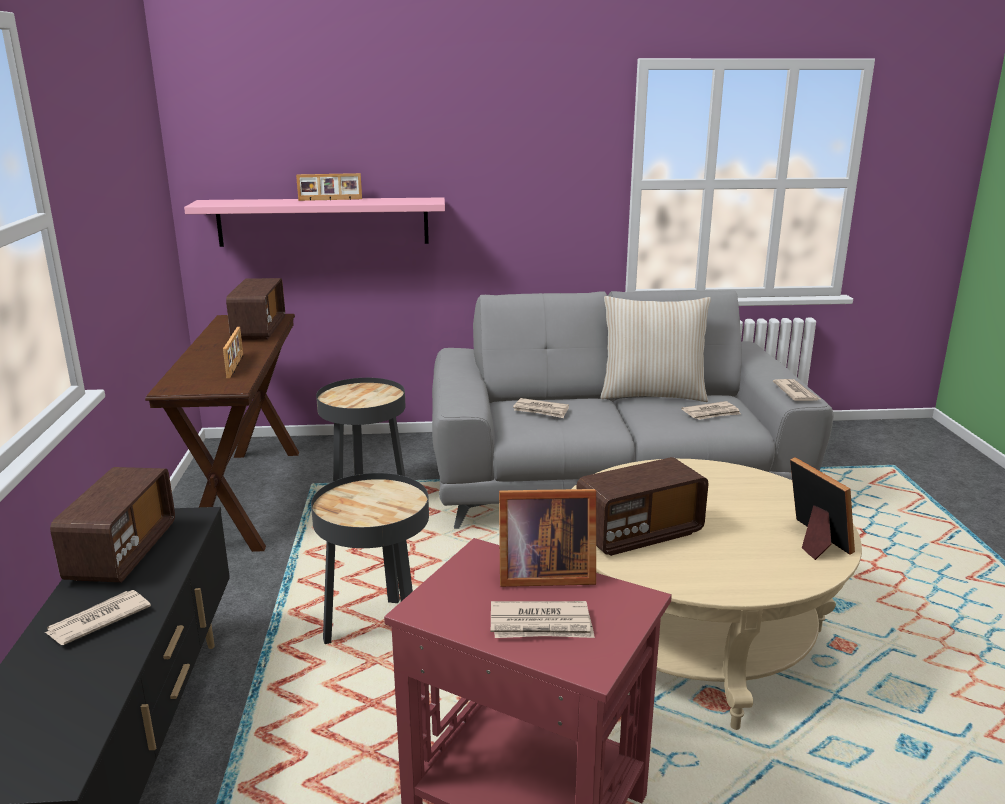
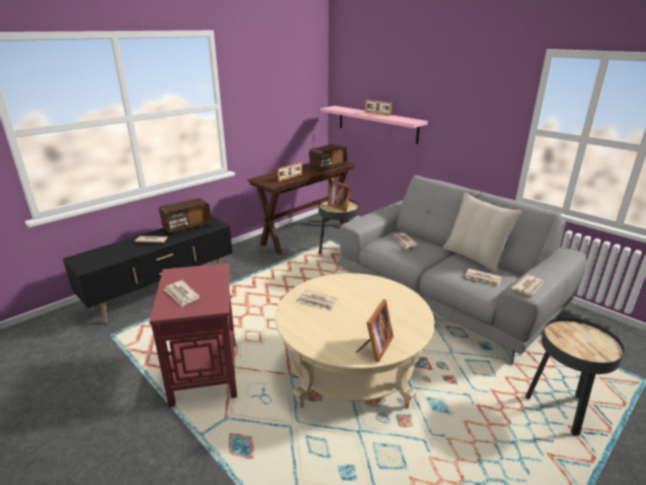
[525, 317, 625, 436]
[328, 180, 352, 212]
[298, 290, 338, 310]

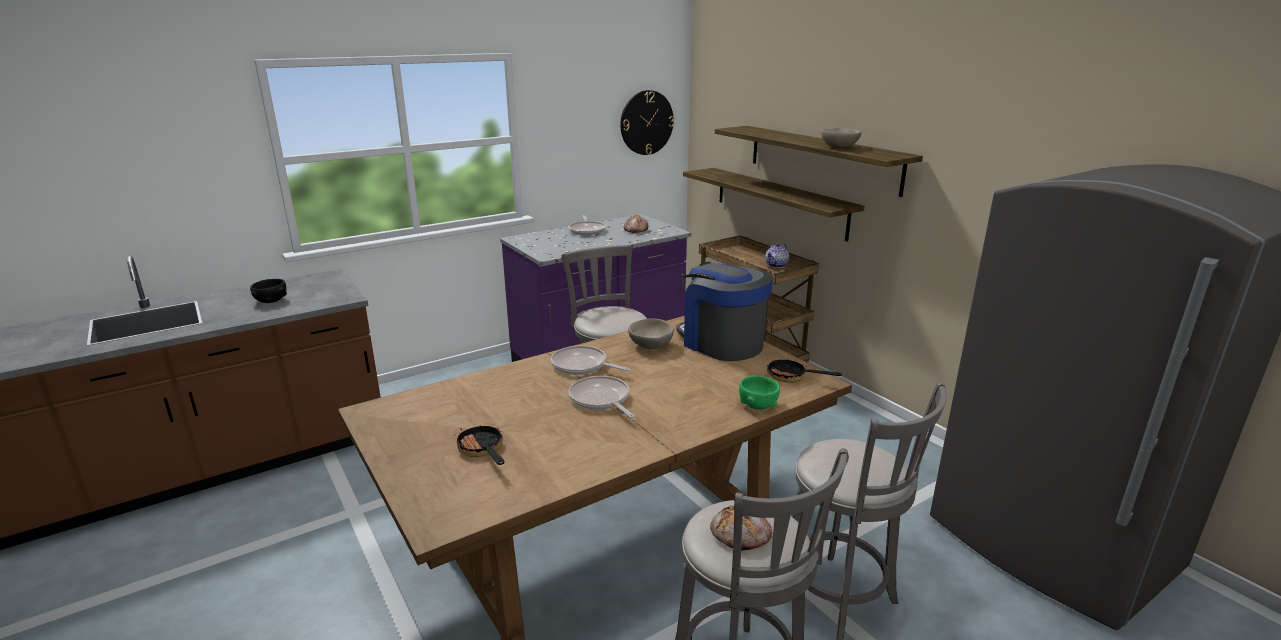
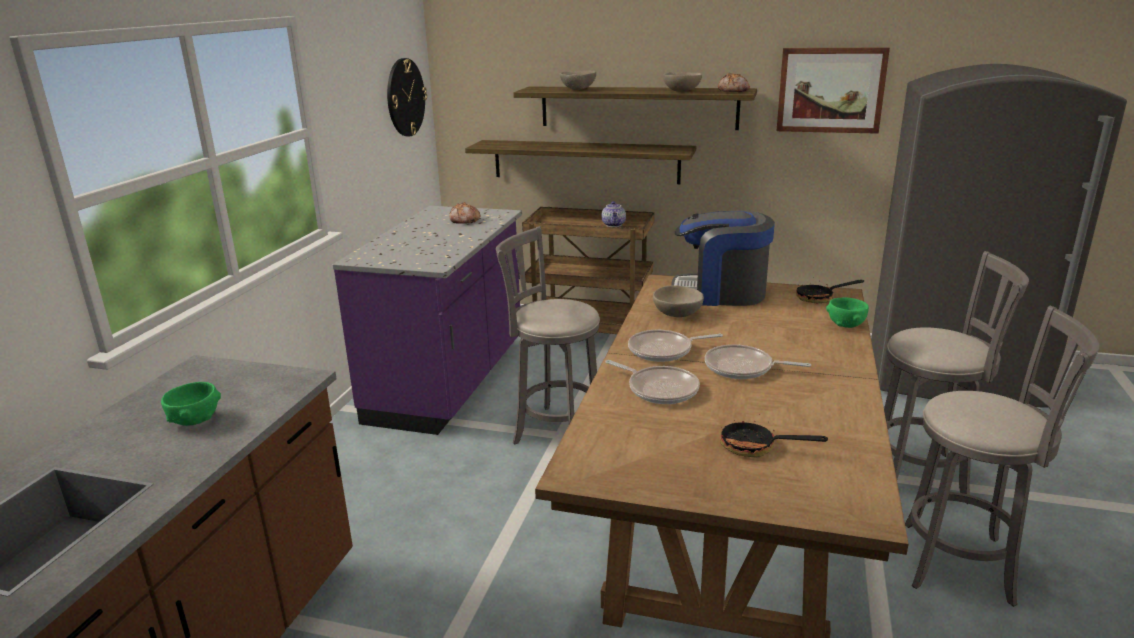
[161, 382, 221, 426]
[605, 360, 700, 404]
[718, 73, 750, 92]
[560, 70, 596, 90]
[777, 47, 890, 134]

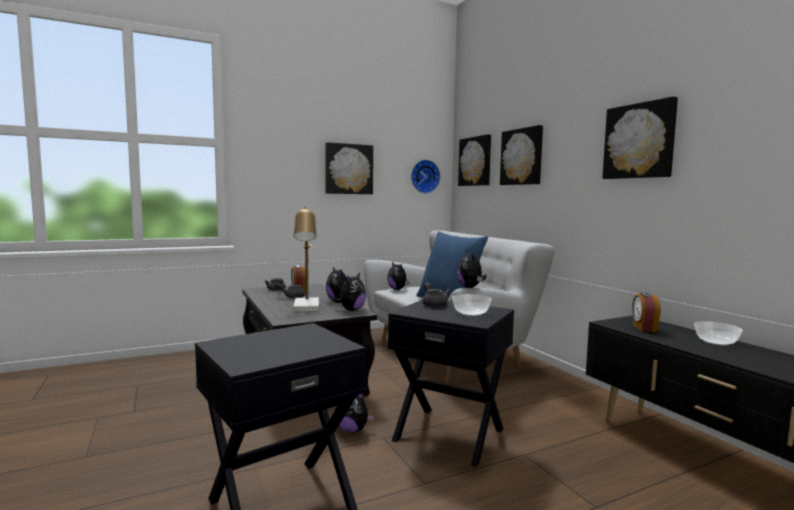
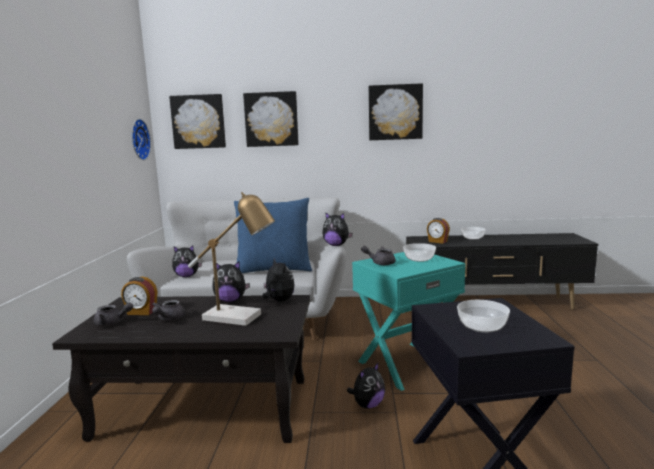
[325, 142, 373, 194] (first image)
[352, 252, 466, 391]
[457, 300, 510, 333]

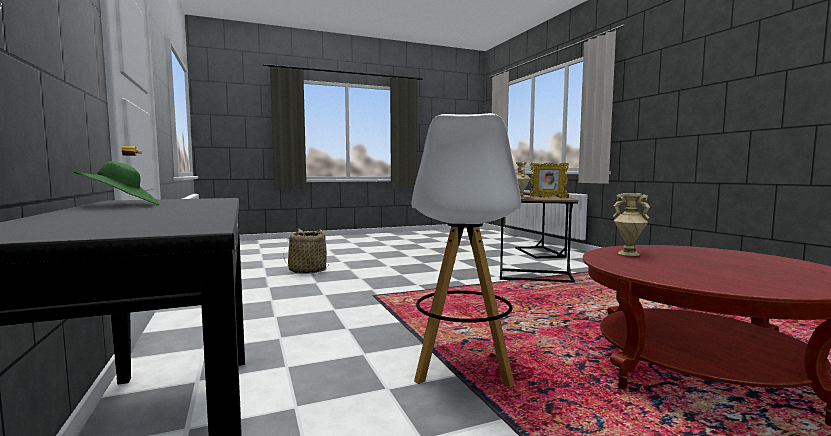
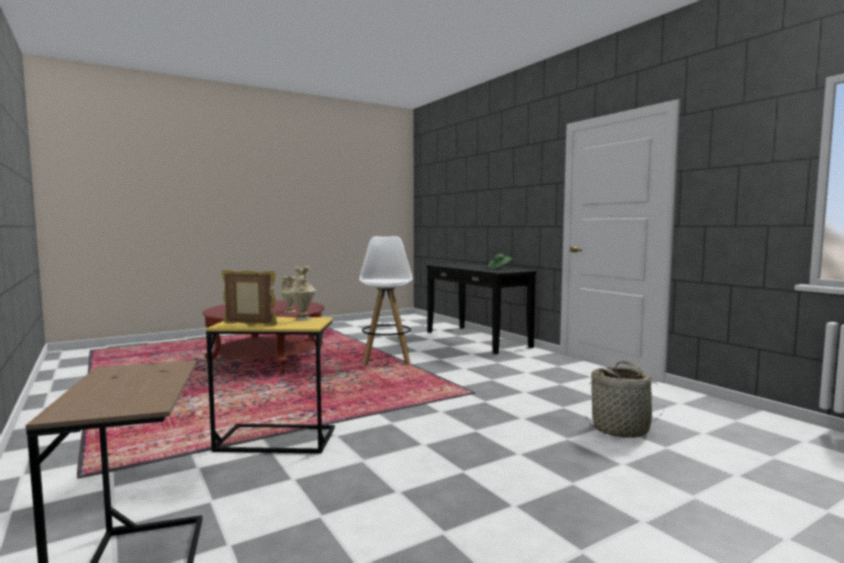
[206, 317, 335, 454]

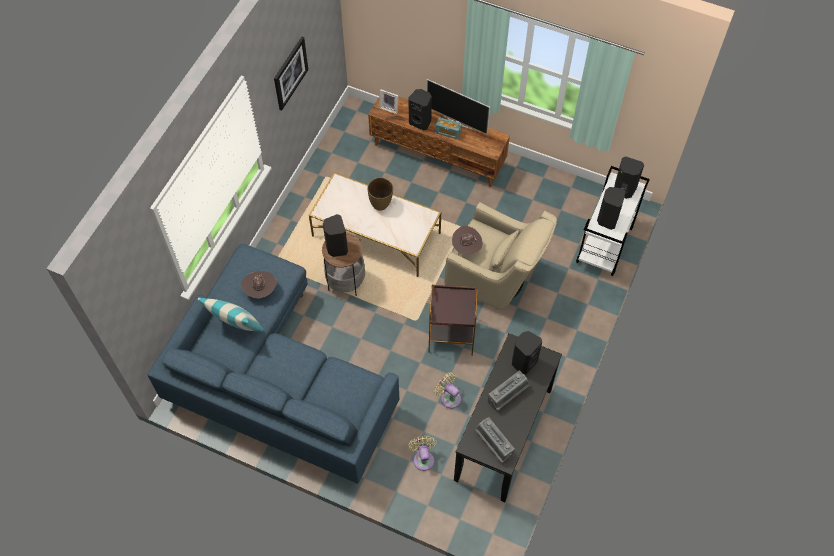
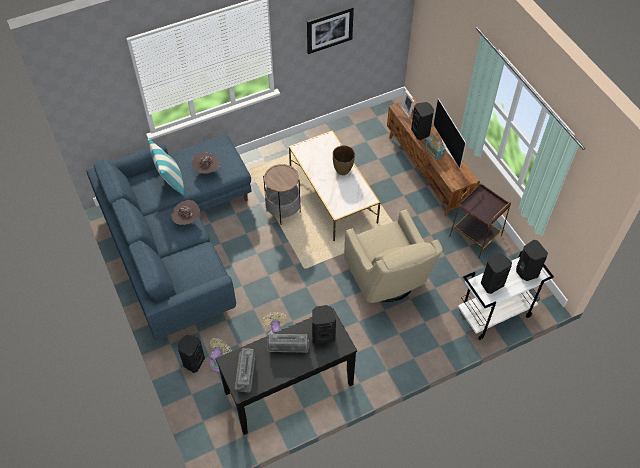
[178, 335, 205, 373]
[449, 181, 511, 258]
[171, 200, 199, 225]

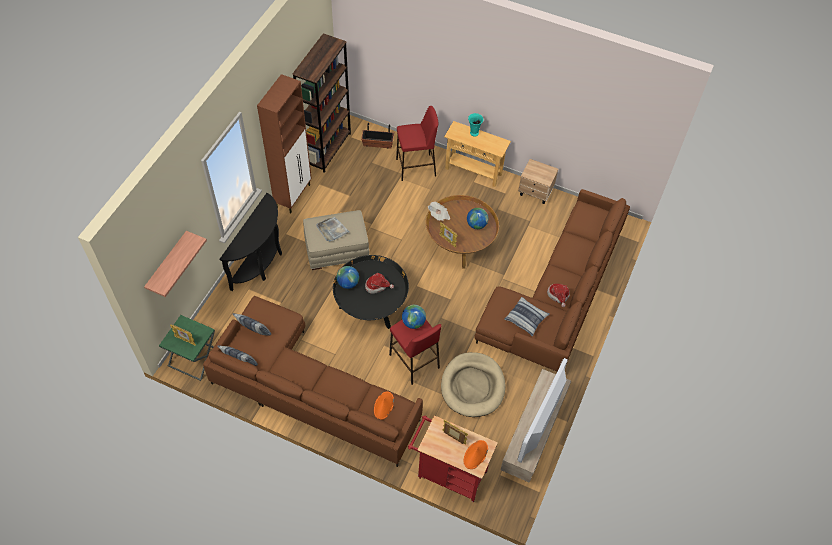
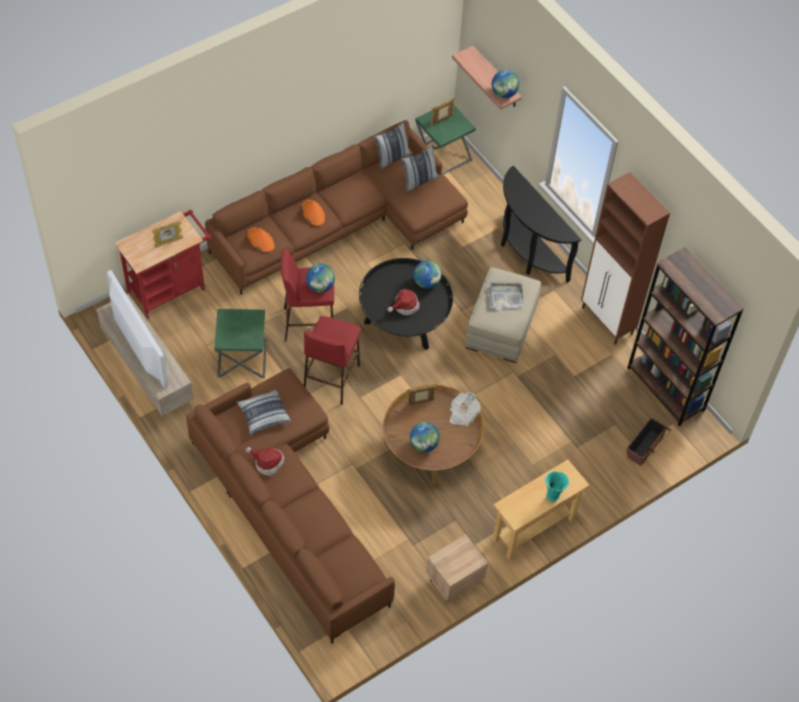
[304, 316, 361, 405]
[214, 309, 267, 378]
[302, 200, 325, 226]
[492, 70, 520, 98]

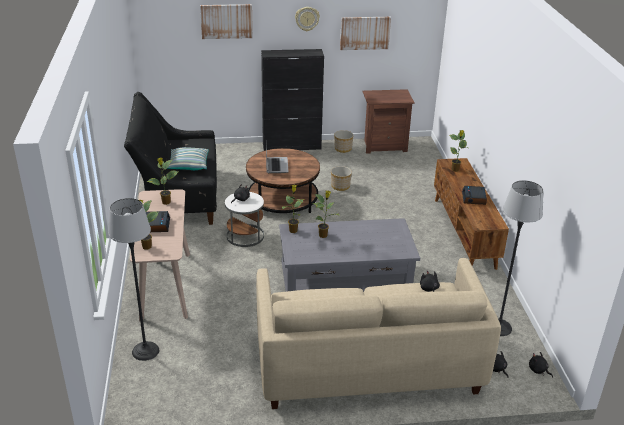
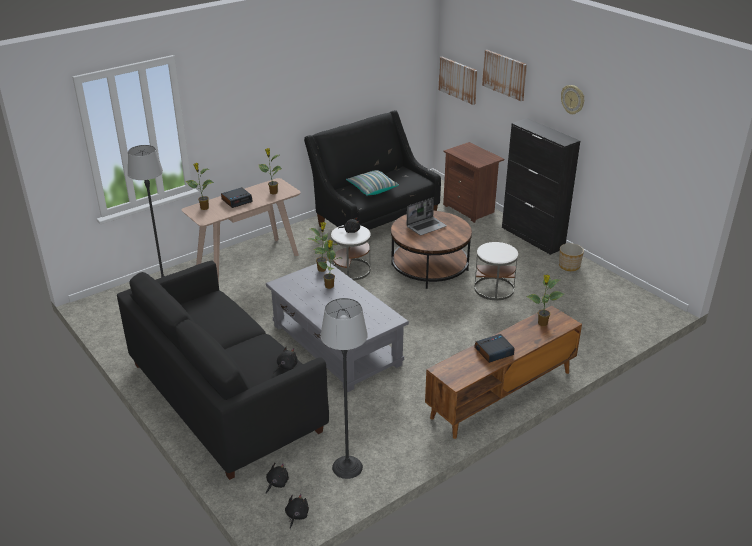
[117, 261, 329, 480]
[474, 242, 518, 300]
[439, 57, 478, 105]
[443, 142, 504, 223]

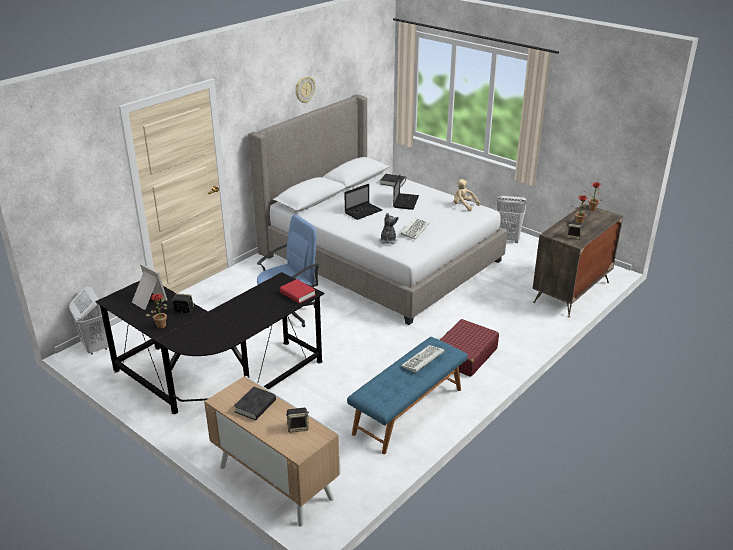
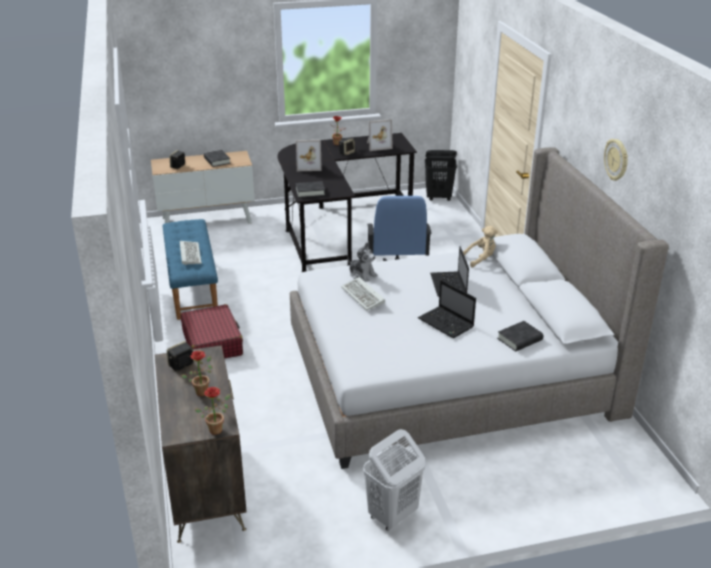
[425, 150, 457, 201]
[295, 181, 325, 198]
[463, 226, 498, 267]
[296, 140, 322, 171]

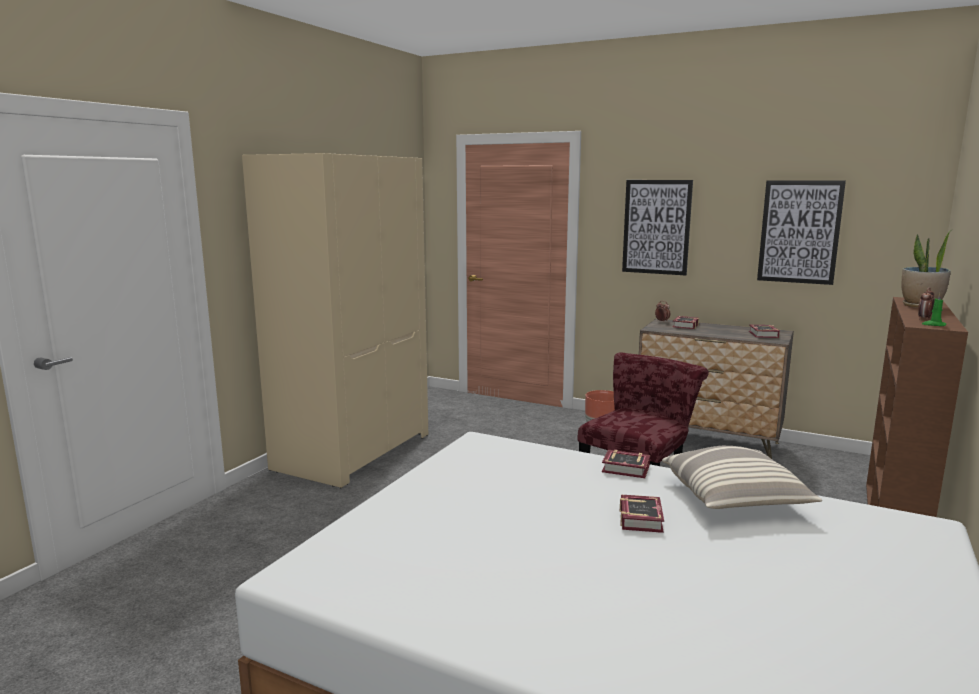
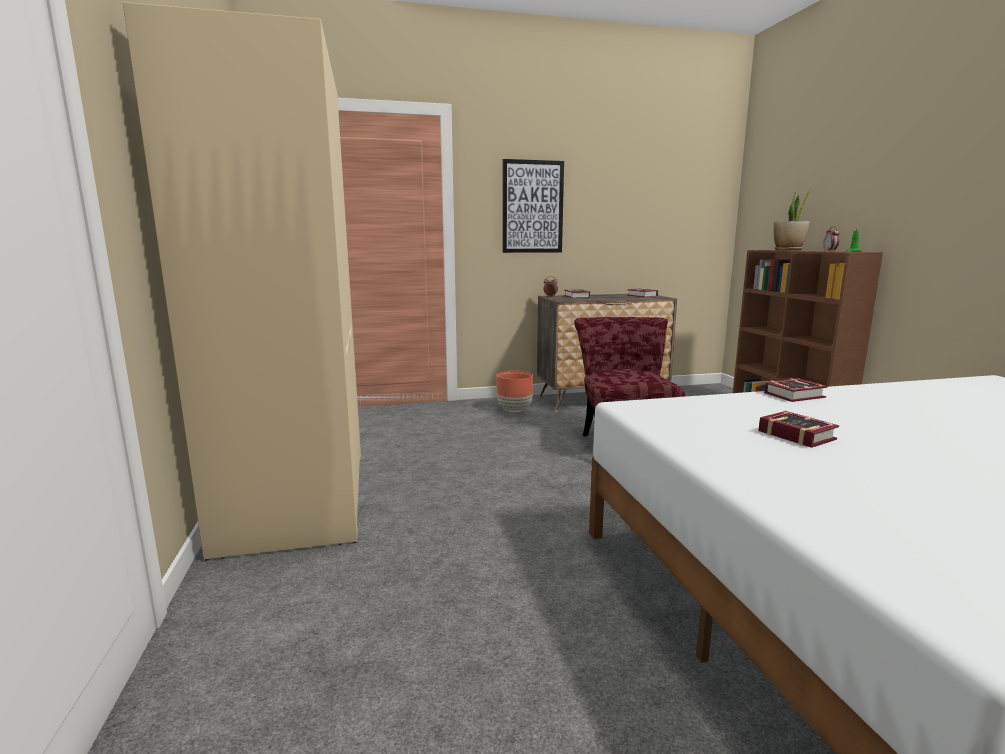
[758, 411, 839, 448]
[662, 446, 822, 509] (first image)
[757, 180, 846, 285] (first image)

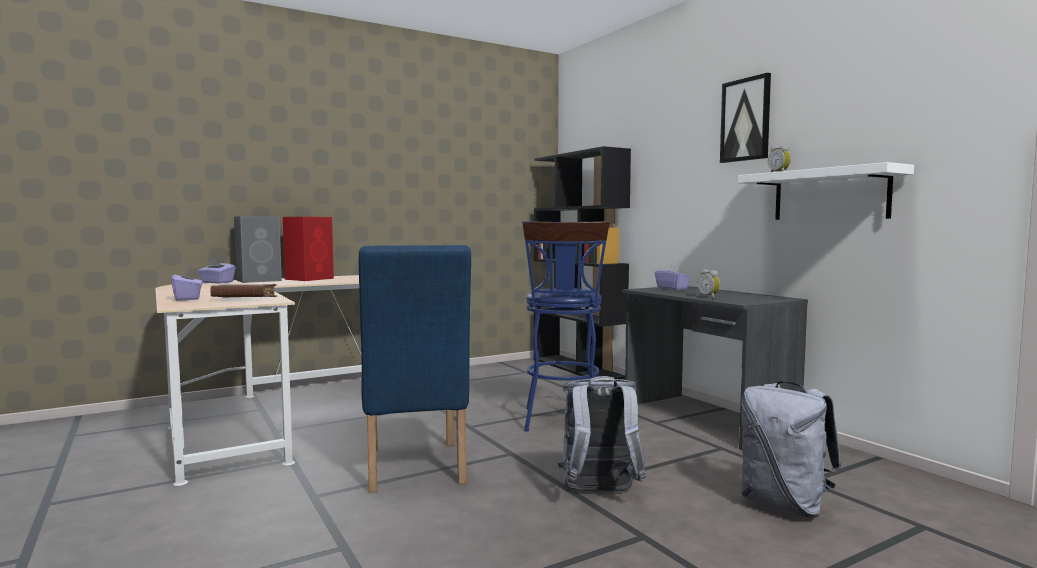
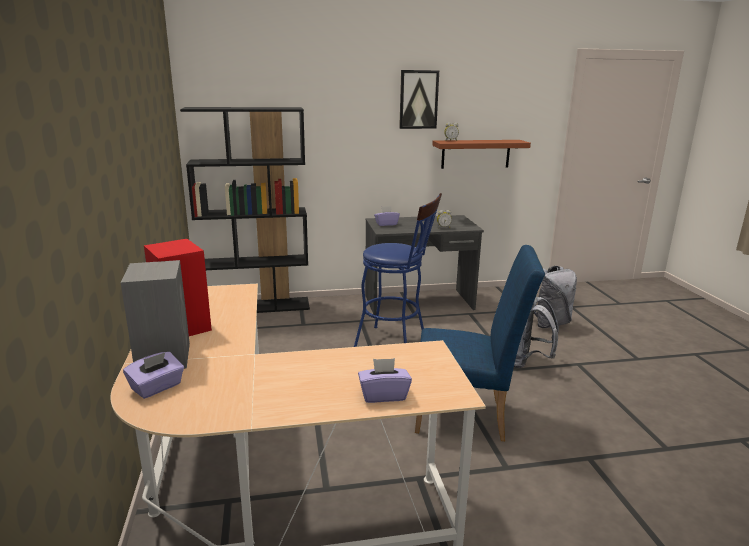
[210, 284, 277, 298] (first image)
[432, 140, 531, 169]

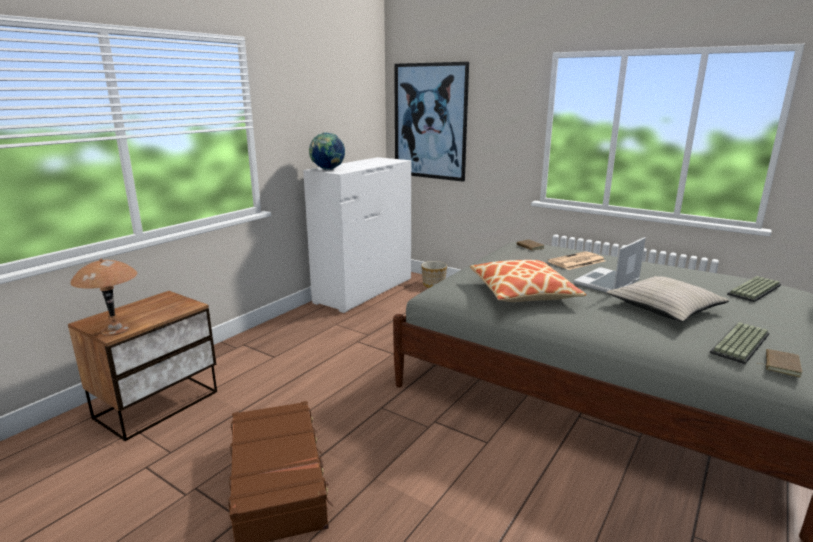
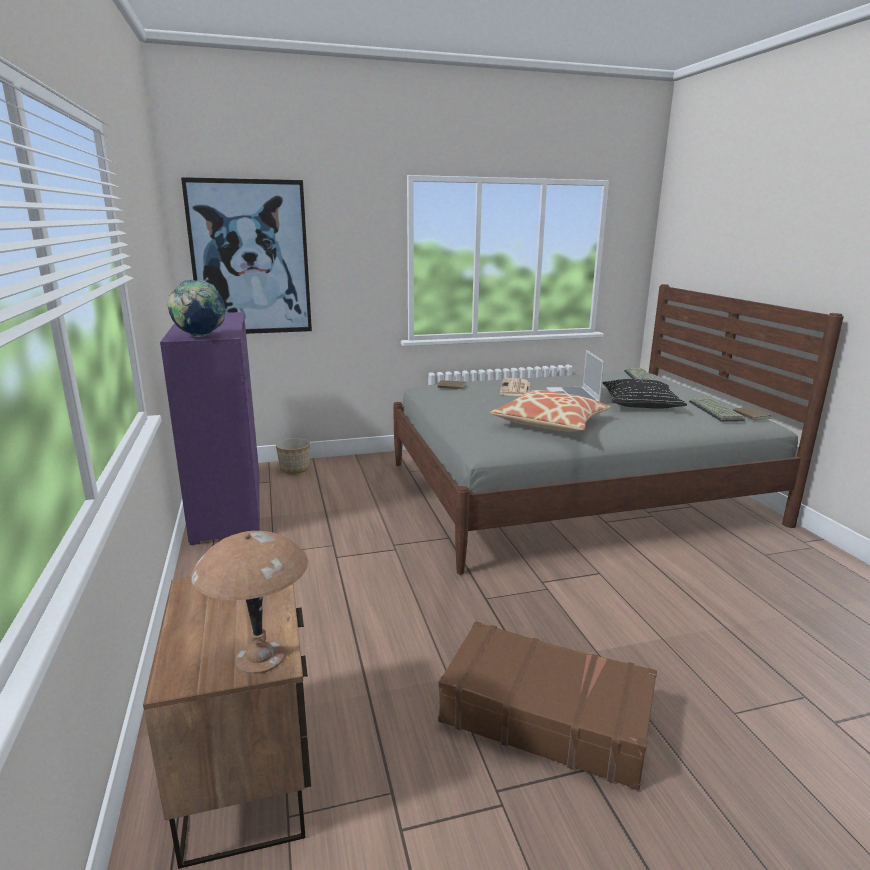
[160, 312, 260, 545]
[603, 379, 687, 409]

